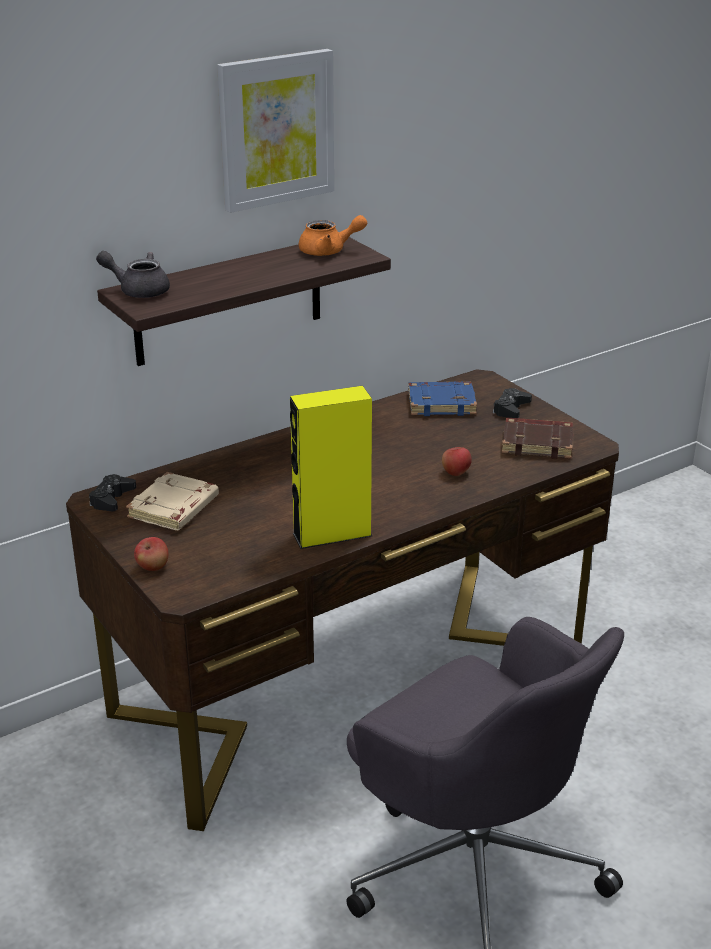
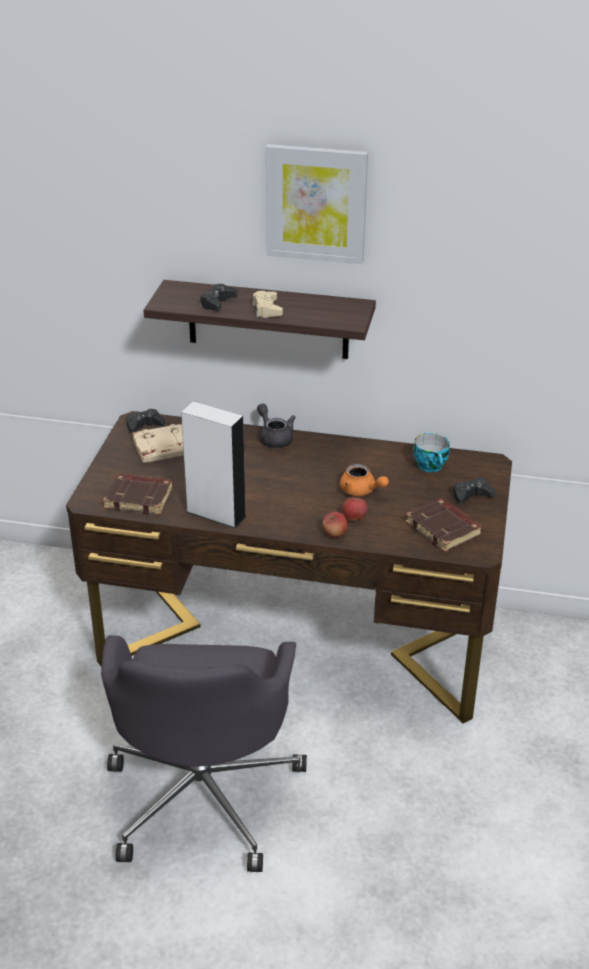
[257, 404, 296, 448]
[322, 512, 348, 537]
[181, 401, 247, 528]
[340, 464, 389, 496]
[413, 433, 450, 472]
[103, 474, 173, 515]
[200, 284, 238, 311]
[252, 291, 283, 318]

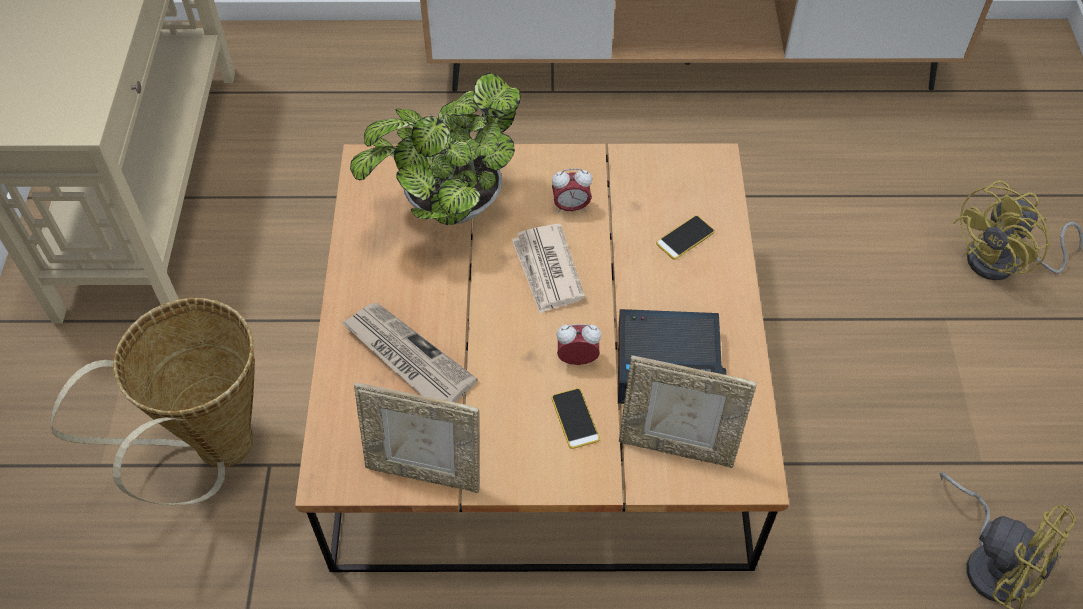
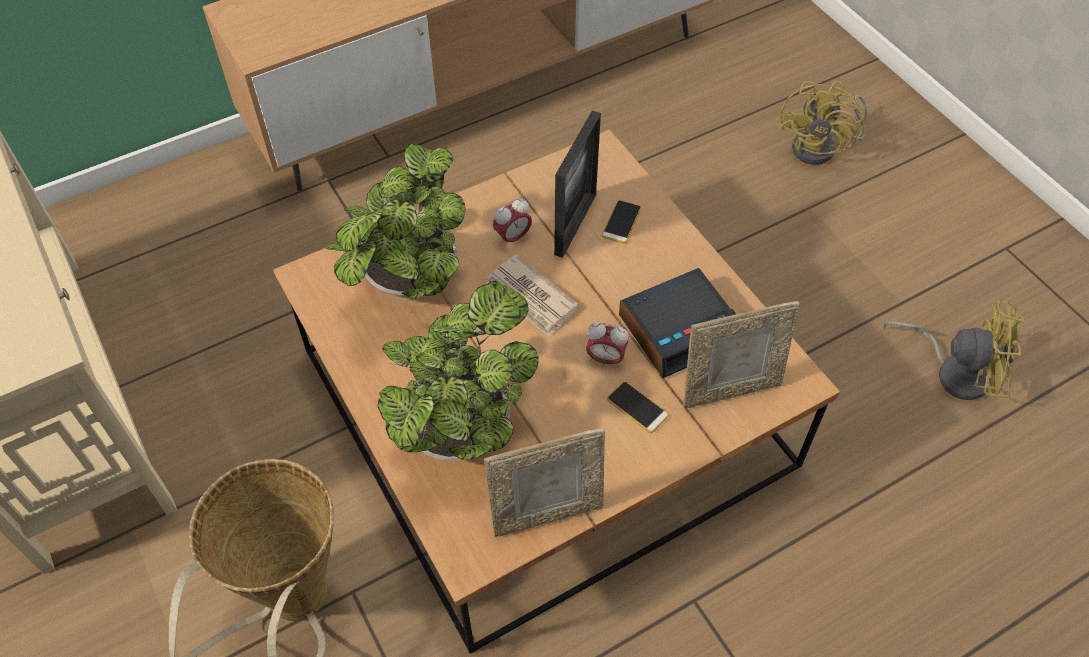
[377, 281, 539, 461]
[586, 322, 629, 367]
[554, 111, 601, 258]

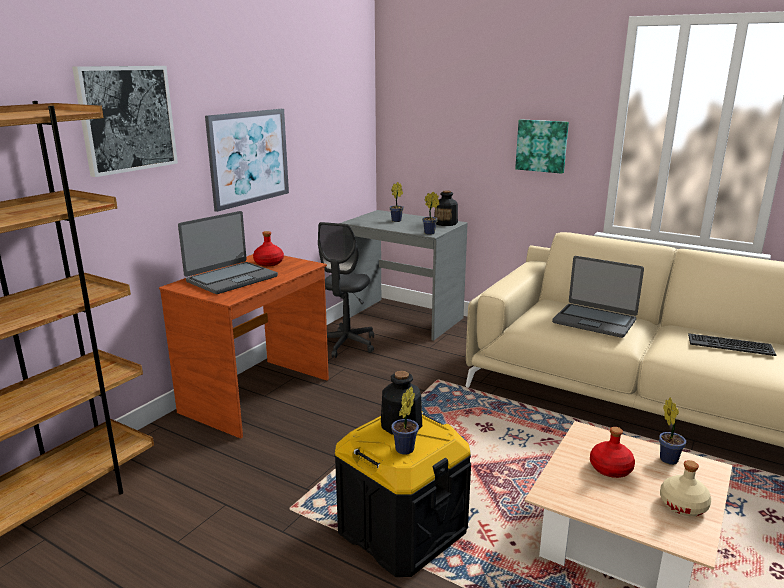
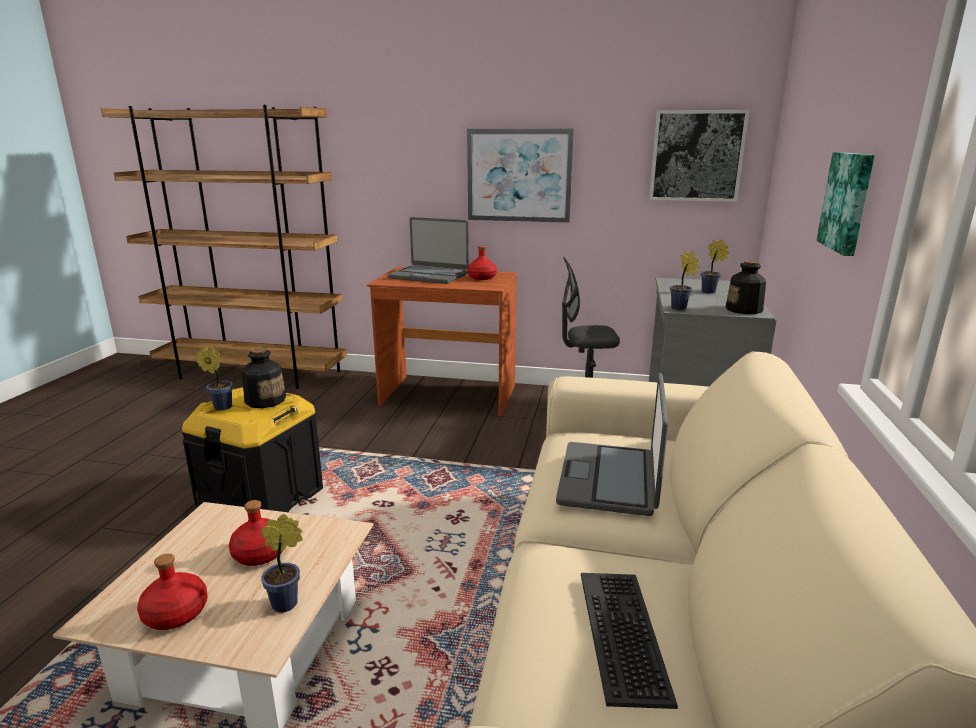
[649, 110, 749, 202]
[137, 554, 208, 630]

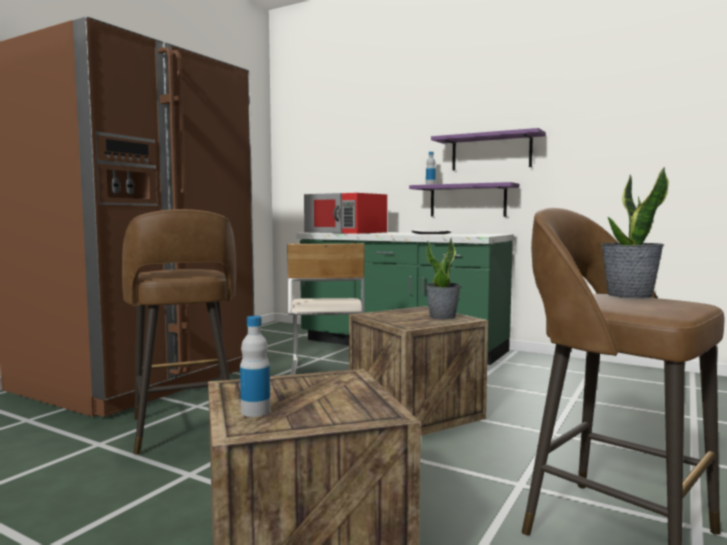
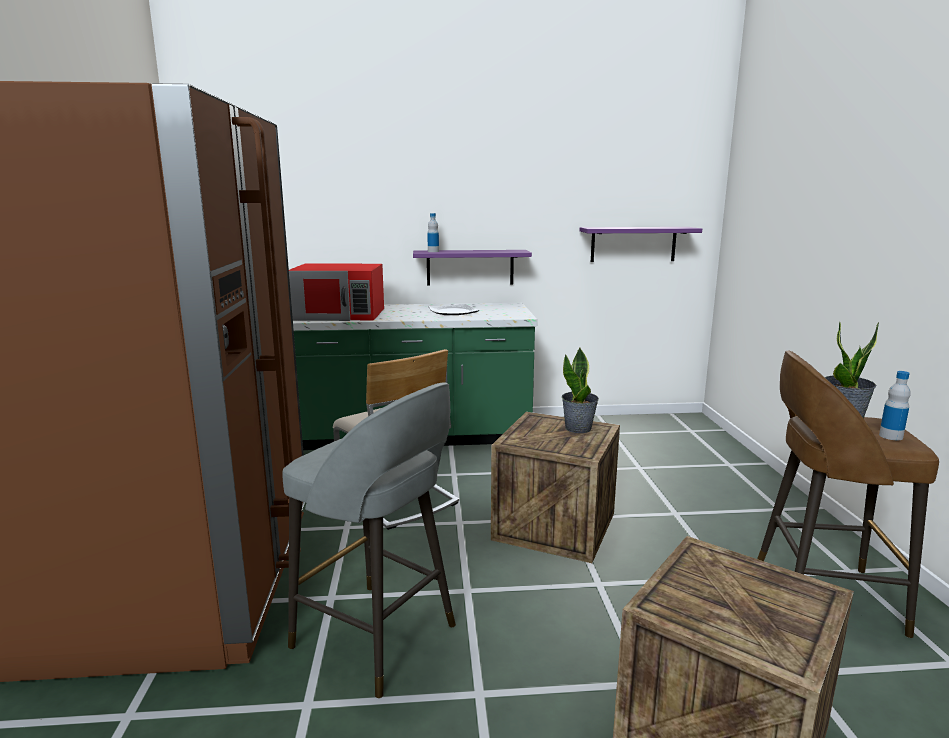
[282, 382, 456, 699]
[879, 371, 911, 440]
[580, 227, 702, 262]

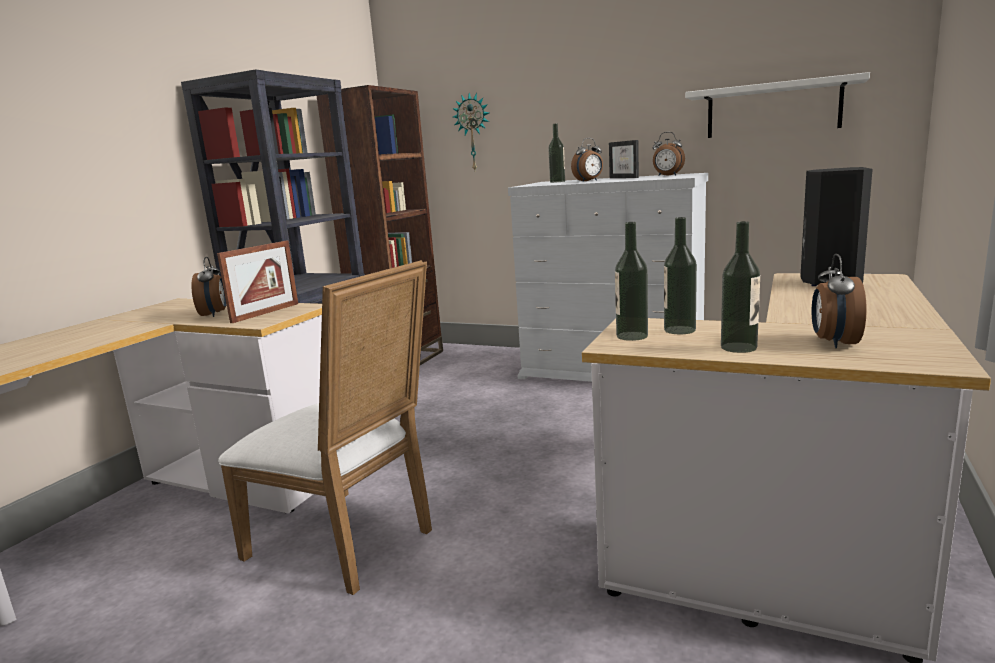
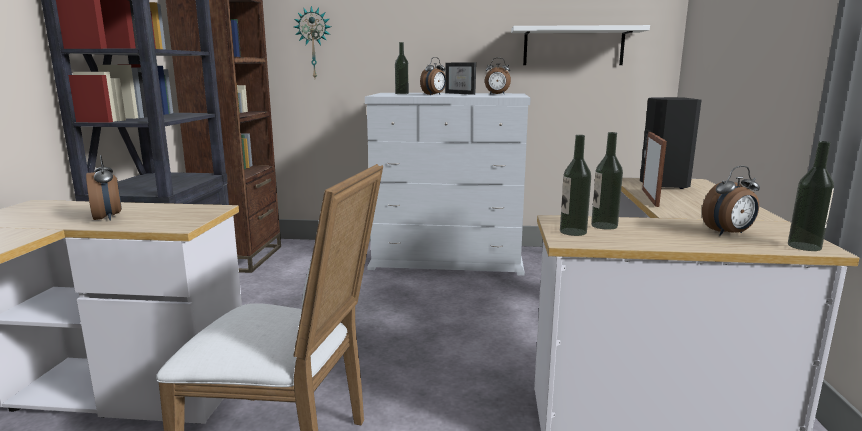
[642, 132, 667, 207]
[788, 141, 834, 251]
[702, 166, 760, 236]

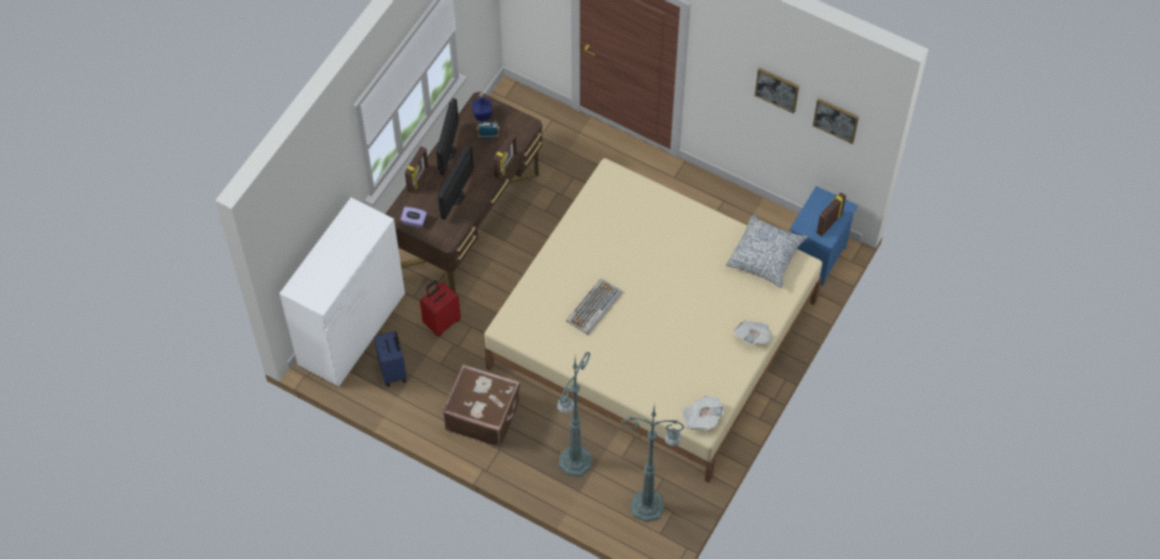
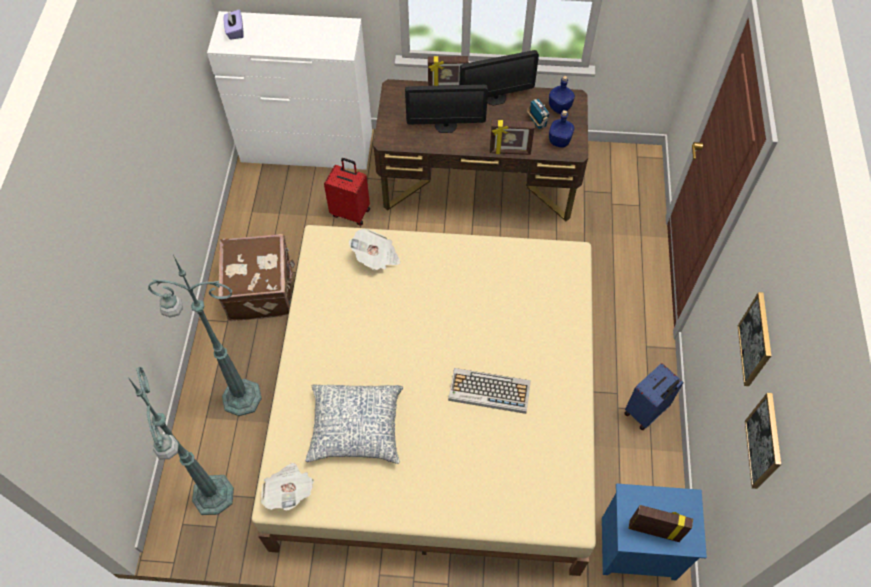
[624, 363, 684, 430]
[224, 10, 243, 40]
[448, 368, 531, 414]
[305, 384, 403, 464]
[349, 228, 400, 270]
[549, 110, 574, 148]

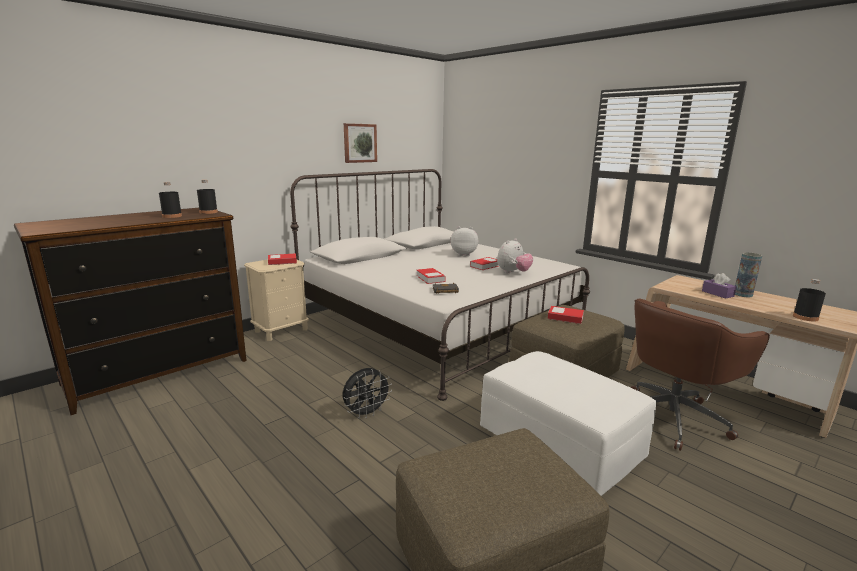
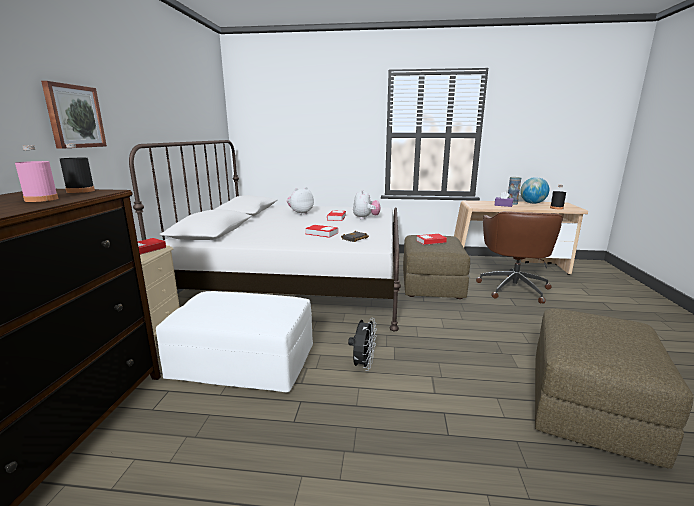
[15, 145, 58, 202]
[41, 81, 107, 149]
[156, 291, 313, 392]
[520, 177, 549, 204]

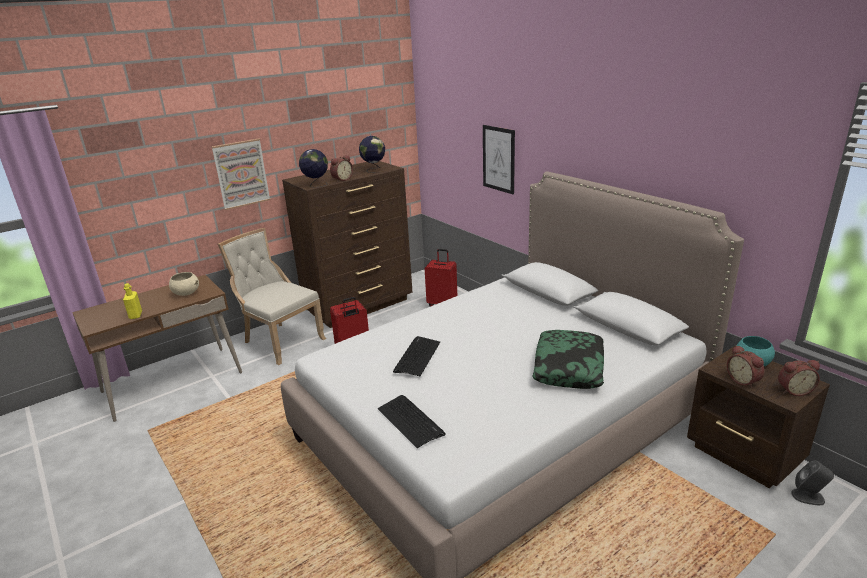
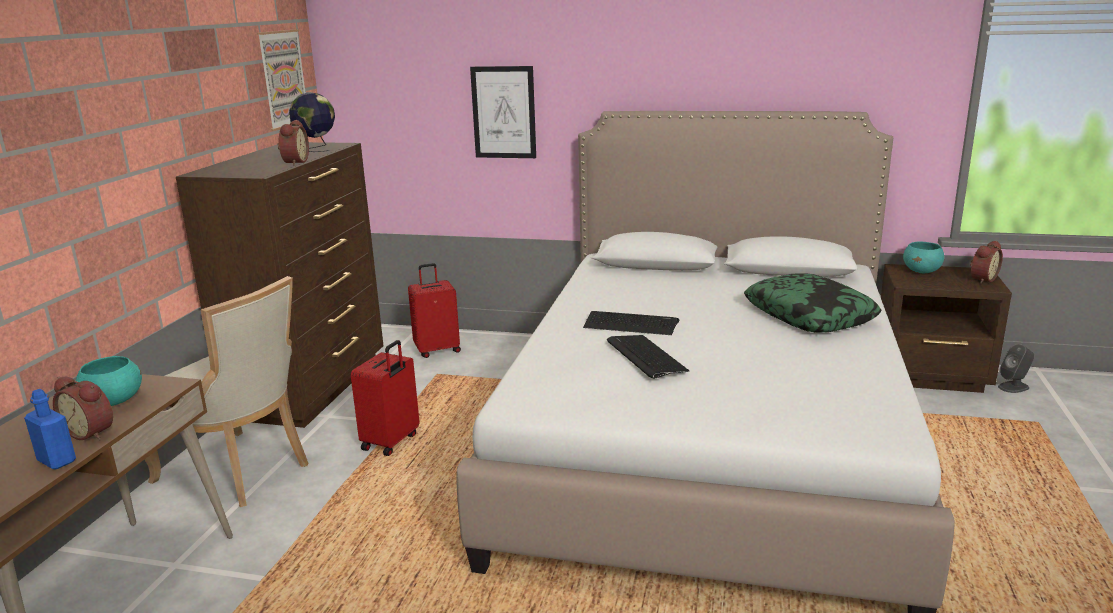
[24, 389, 76, 470]
[75, 356, 142, 406]
[257, 29, 306, 131]
[145, 276, 308, 507]
[299, 149, 328, 187] (first image)
[583, 311, 679, 335]
[53, 377, 113, 440]

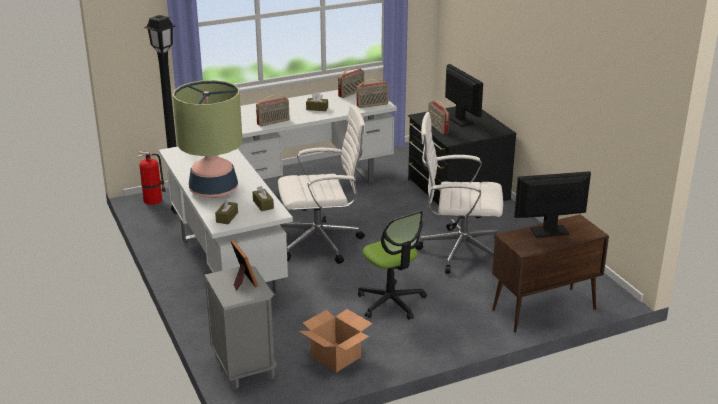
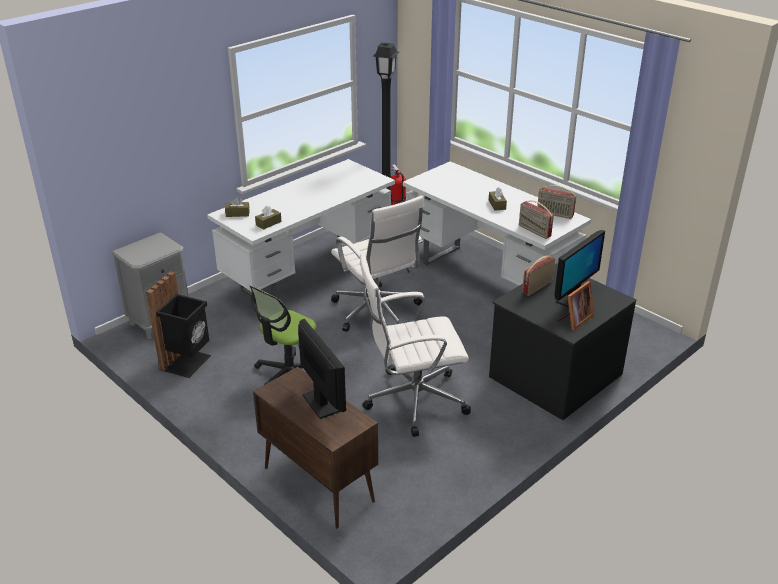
[173, 80, 242, 198] (first image)
[557, 281, 594, 330]
[256, 95, 289, 126] (first image)
[146, 272, 211, 378]
[359, 253, 471, 437]

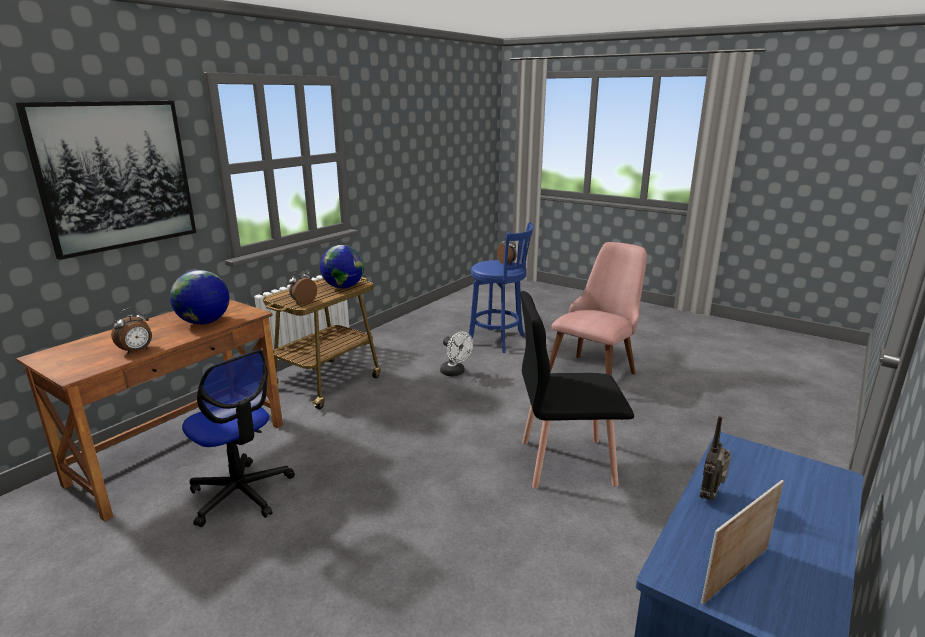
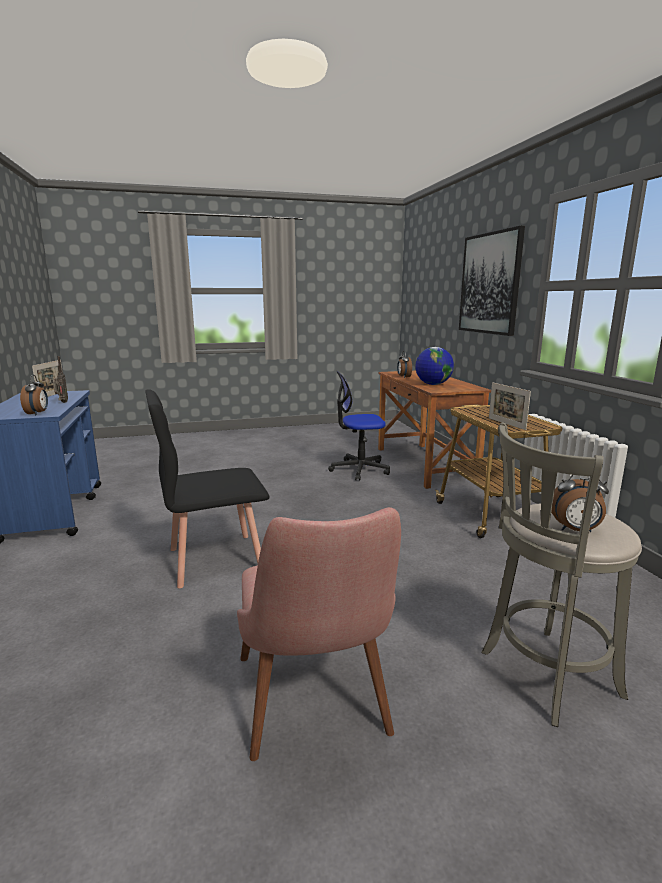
[20, 375, 48, 415]
[489, 382, 531, 430]
[440, 332, 473, 376] (first image)
[481, 422, 642, 727]
[145, 389, 270, 588]

